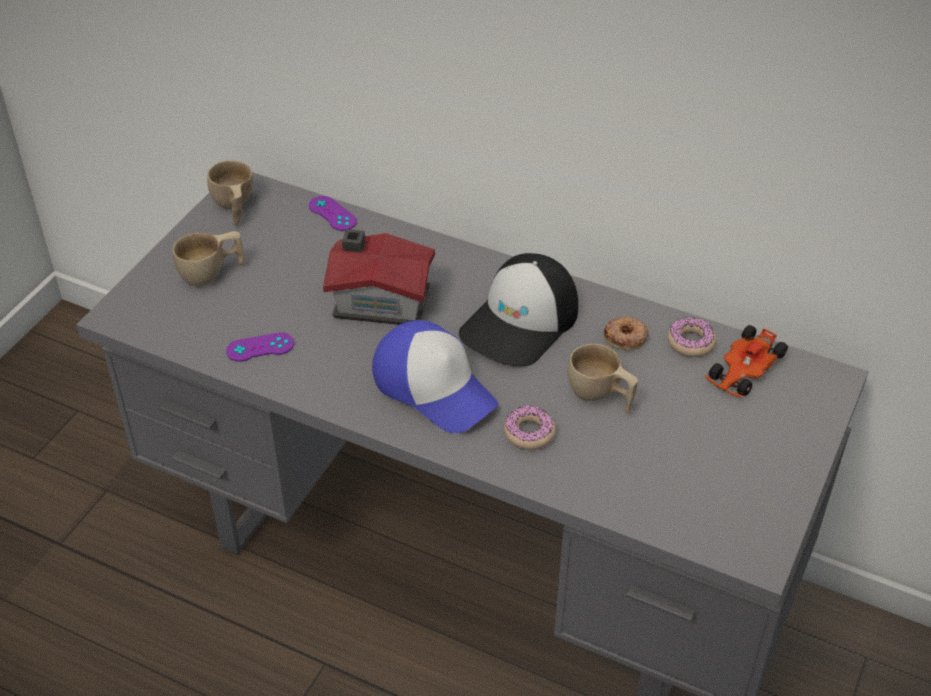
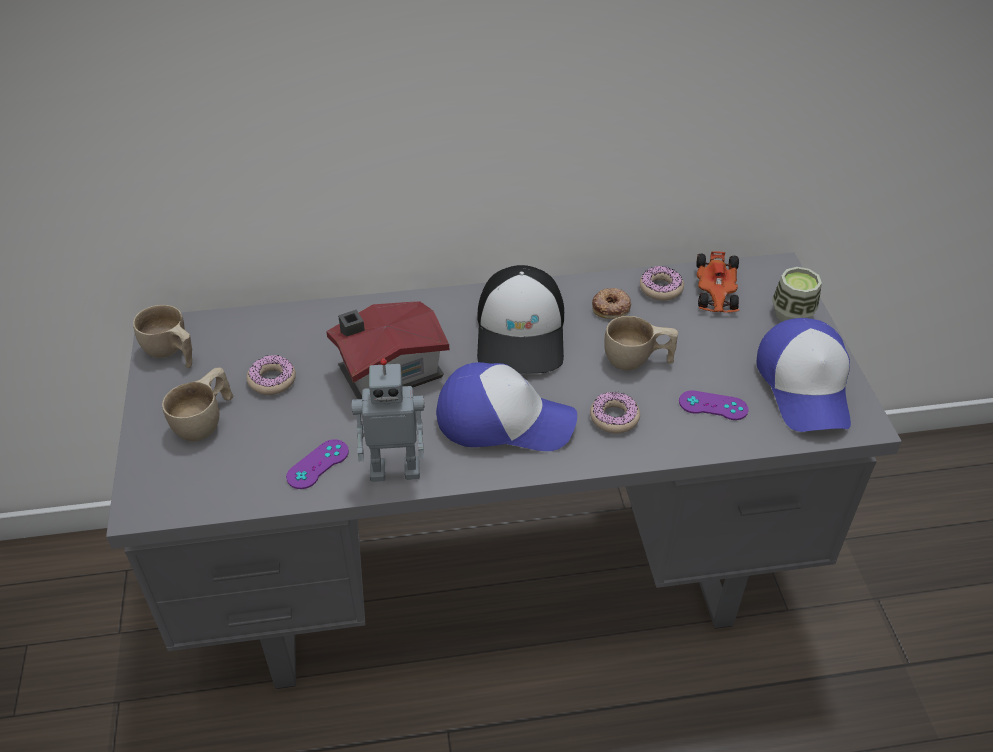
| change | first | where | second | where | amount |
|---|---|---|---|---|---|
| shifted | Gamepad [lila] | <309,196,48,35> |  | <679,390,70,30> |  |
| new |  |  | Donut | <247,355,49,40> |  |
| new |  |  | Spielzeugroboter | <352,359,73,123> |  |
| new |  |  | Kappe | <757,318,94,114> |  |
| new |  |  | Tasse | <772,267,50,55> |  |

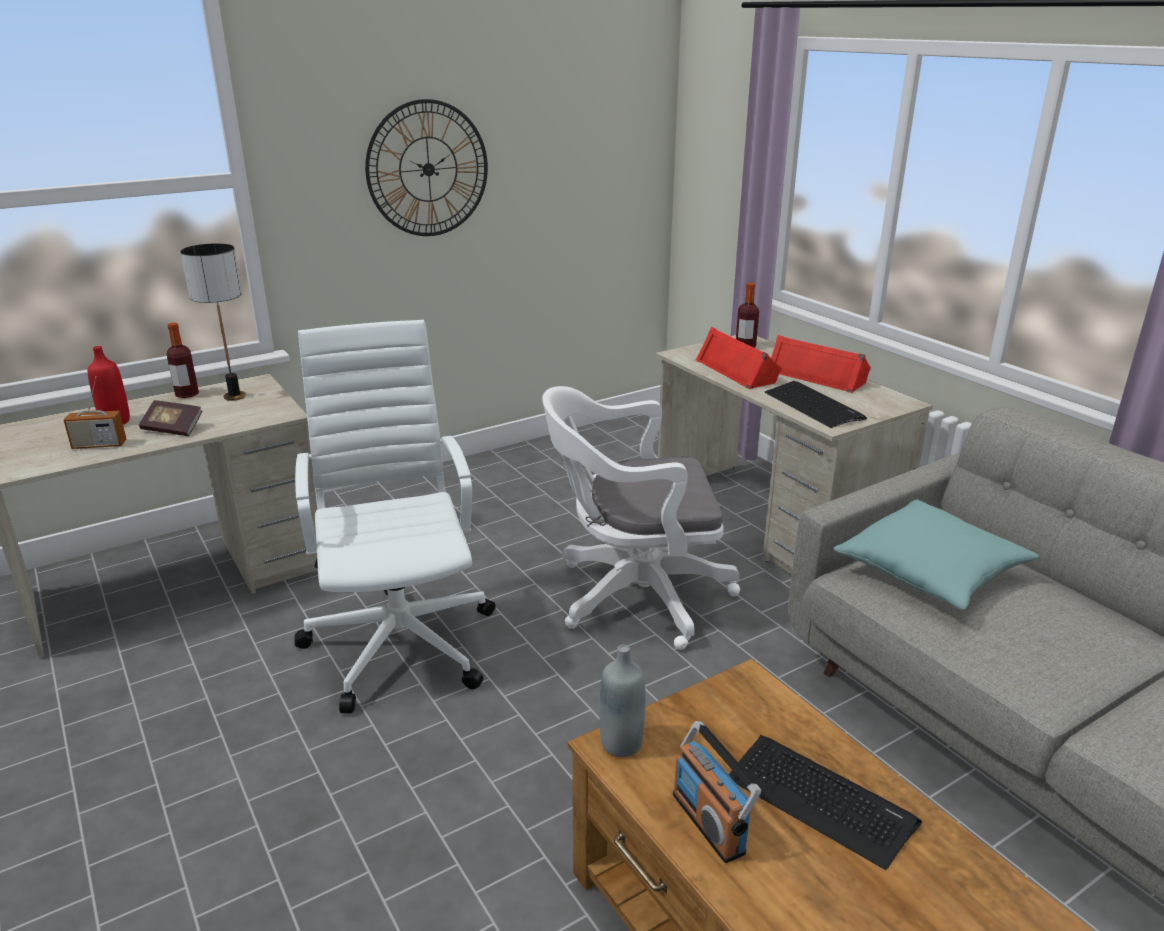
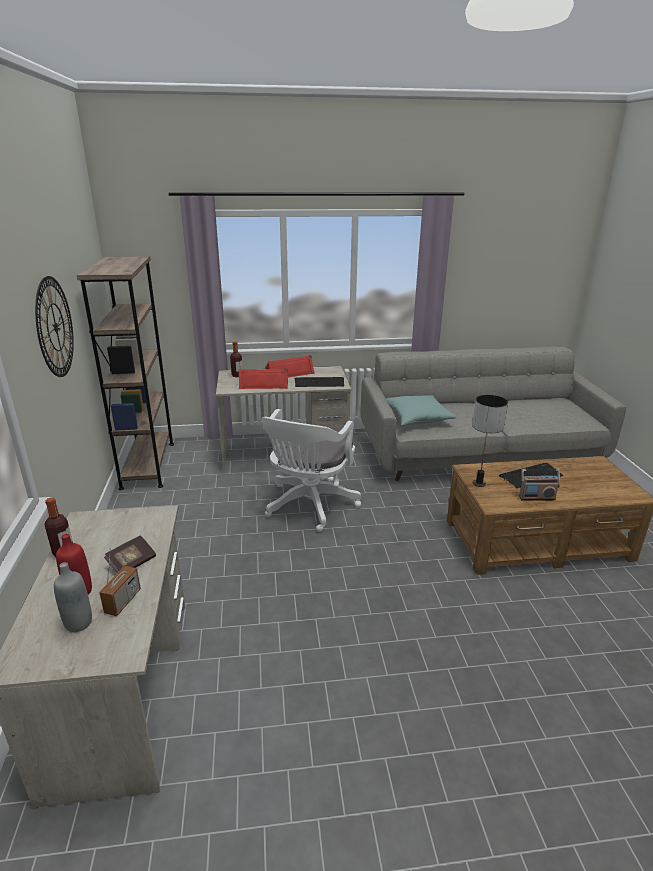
| change | first | where | second | where | amount |
|---|---|---|---|---|---|
| shifted | Tischlampe | <181,243,65,158> |  | <472,395,36,92> |  |
| gone | Bürostuhl [weiß] | <294,320,202,393> |  |  |  |
| shifted | Flasche [grau] | <599,644,46,113> |  | <54,562,38,70> |  |
| new |  |  | Bücherregal [braun] | <77,256,97,234> |  |

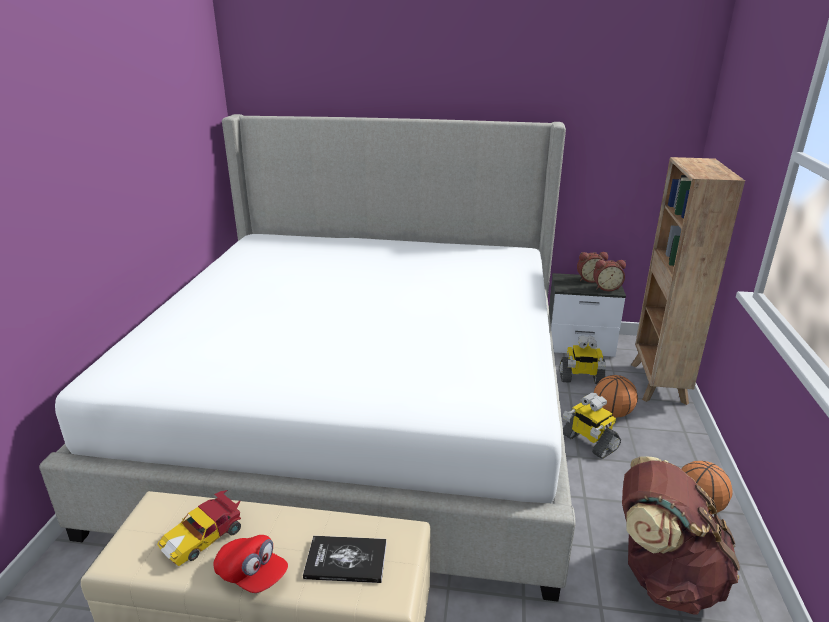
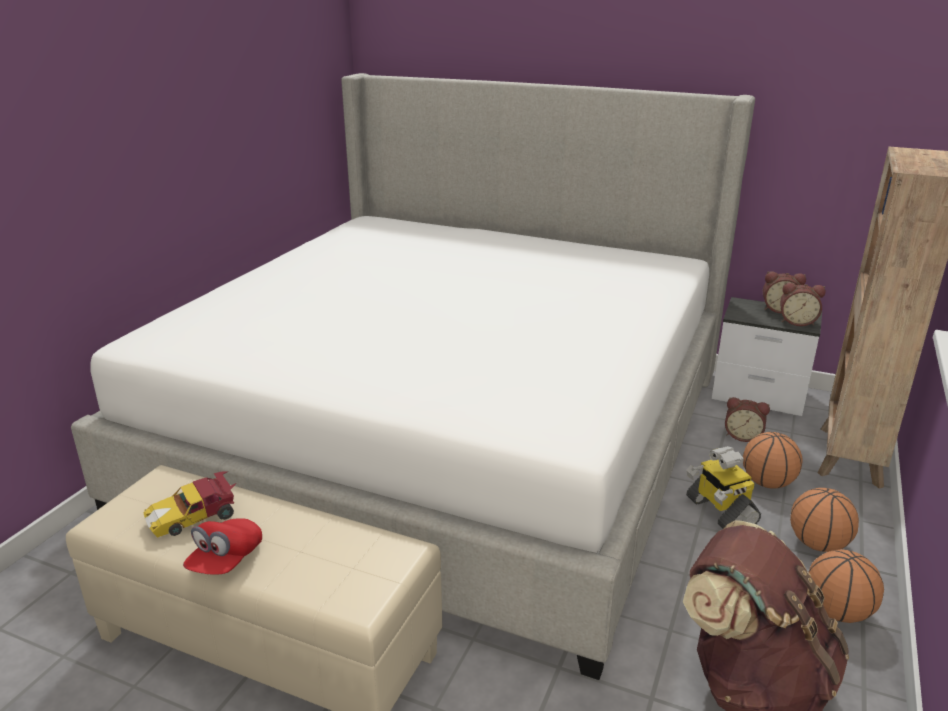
| change | first | where | second | where | amount |
|---|---|---|---|---|---|
| rotated | Kappe [rot] | <213,535,75,58> |  | <183,518,79,57> | 60 degrees clockwise |
| gone | Buch | <303,536,84,47> |  |  |  |
| swapped | Spielzeugroboter | <560,335,46,49> | Wecker | <725,397,45,45> |  |
| new |  |  | Basketball | <790,488,69,64> |  |

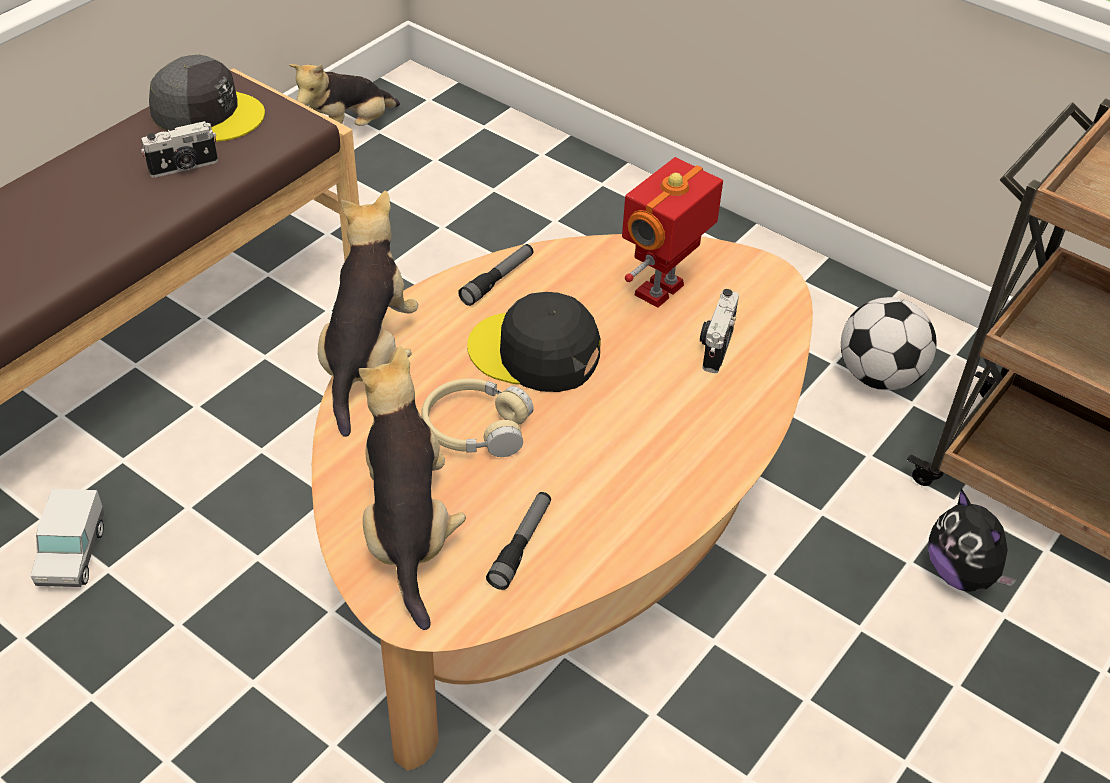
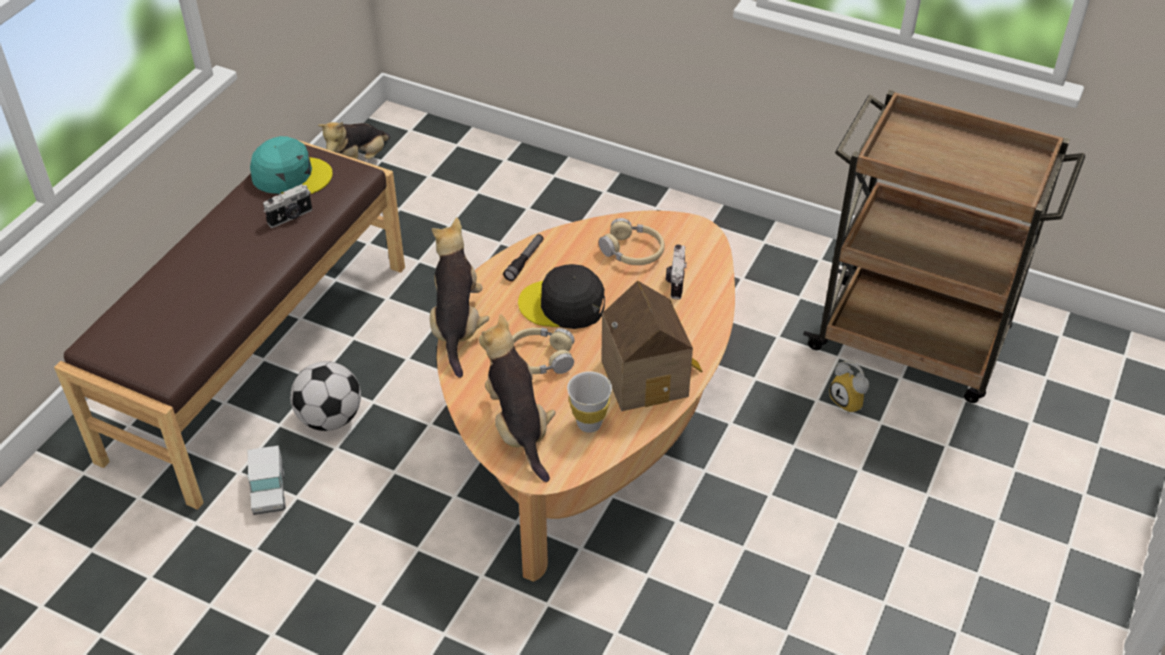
| change | first | where | second | where | amount |
|---|---|---|---|---|---|
| repainted | Kappe [grau] | <149,55,116,87> | Kappe [türkis] | <250,136,83,58> |  |
| swapped | Taschenlampe | <486,492,65,98> | Tasse [weiß] | <567,371,45,62> |  |
| swapped | Spielzeugroboter | <622,157,101,151> | Kopfhörer [beige] | <599,218,66,47> |  |
| shifted | Fußball | <841,297,96,93> |  | <290,361,71,70> |  |
| swapped | Plüschtier | <928,489,89,103> | Wecker | <829,361,40,53> |  |
| new |  |  | Spielzeughaus | <601,280,102,131> |  |

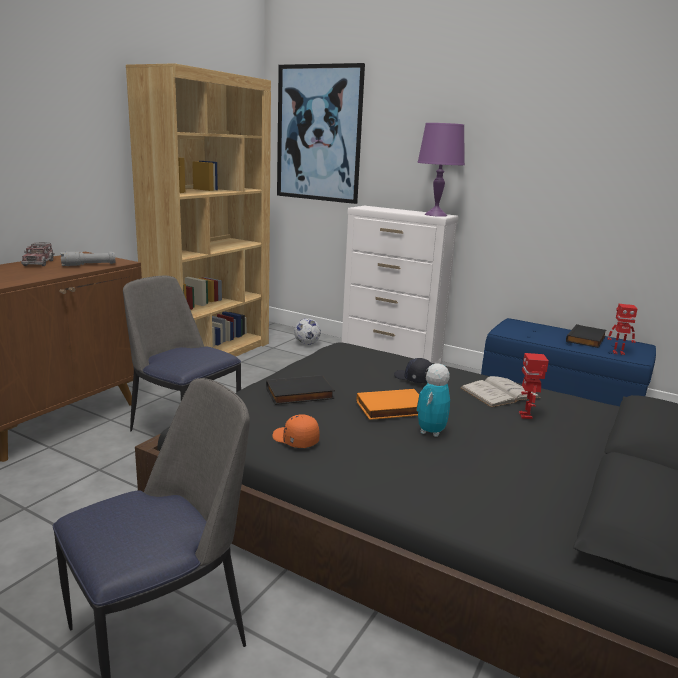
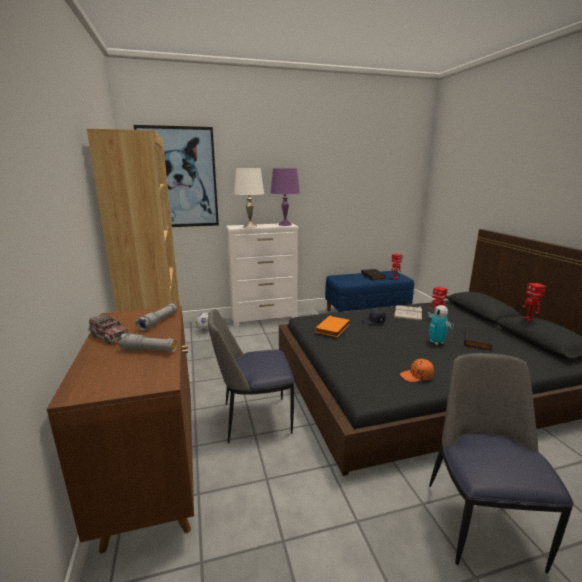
| change | first | where | second | where | amount |
|---|---|---|---|---|---|
| shifted | Buch [schwarz] | <266,375,69,30> |  | <464,326,29,24> |  |
| shifted | Buch [orange] | <357,389,62,31> |  | <315,316,35,21> |  |
| new |  |  | Taschenlampe [grau] | <119,333,58,19> |  |
| new |  |  | Tischlampe [weiß] | <234,168,30,60> |  |
| new |  |  | Spielzeugroboter | <522,283,24,38> |  |

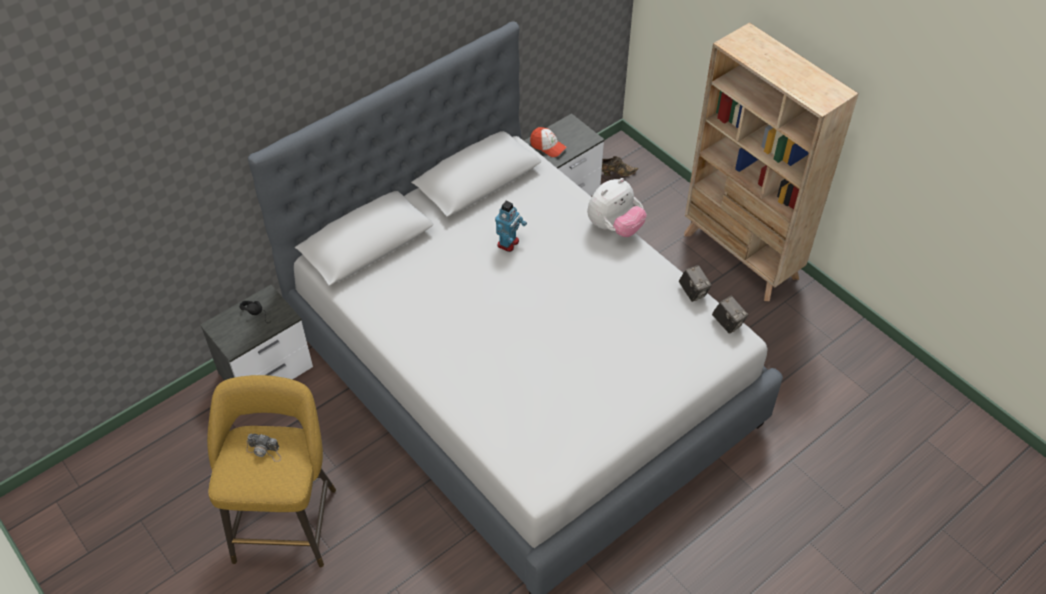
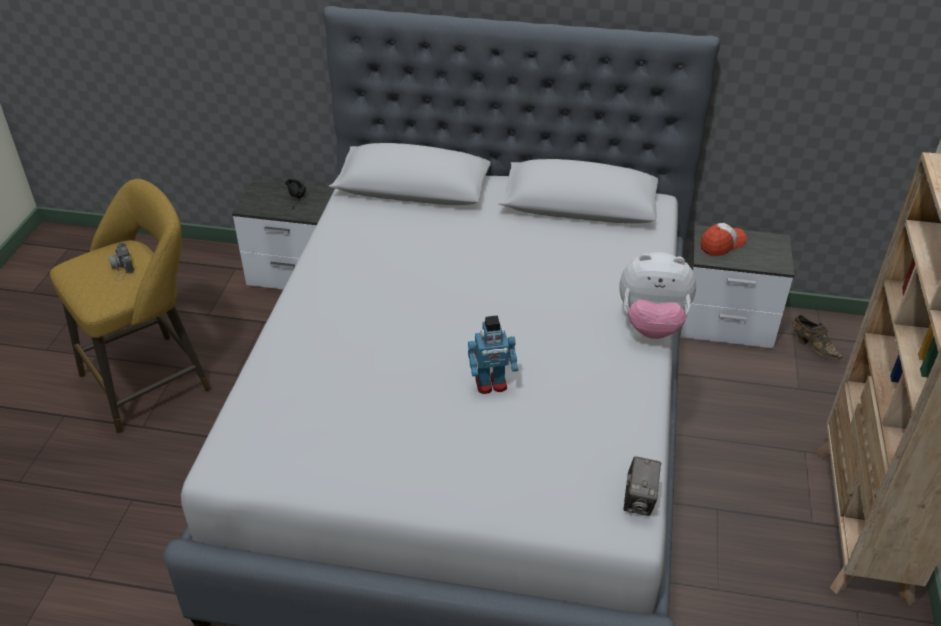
| change | first | where | second | where | amount |
|---|---|---|---|---|---|
| shifted | Spielzeugroboter | <495,201,32,51> |  | <468,316,50,78> |  |
| rotated | Kappe | <530,127,37,30> |  | <701,223,46,33> | 120 degrees counterclockwise |
| gone | Kamera | <679,265,33,37> |  |  |  |

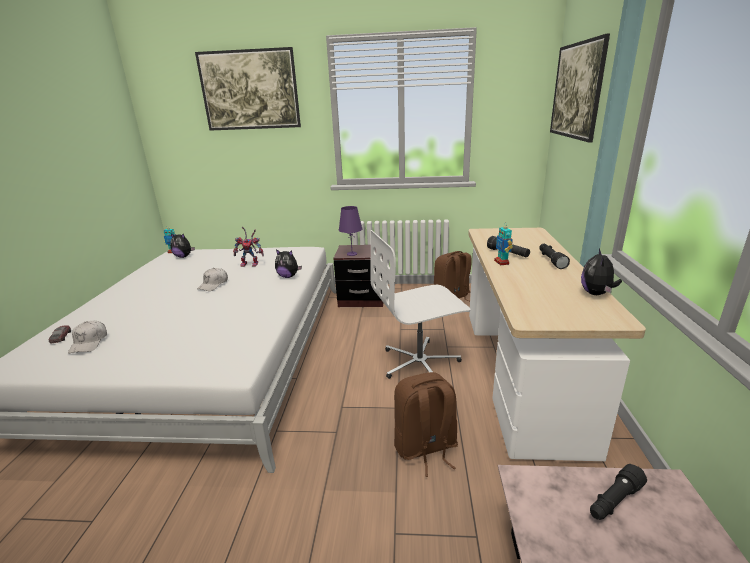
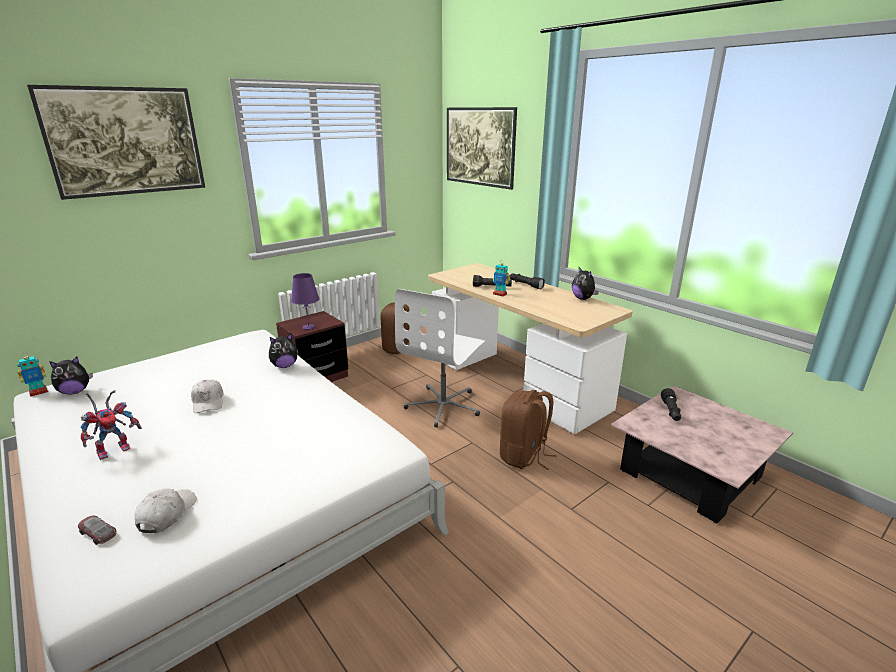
| change | first | where | second | where | amount |
|---|---|---|---|---|---|
| rotated | Kappe [weiß] | <68,321,39,33> |  | <135,488,62,45> | 120 degrees counterclockwise |
| shifted | Spielzeugroboter | <233,227,31,40> |  | <81,390,61,70> |  |

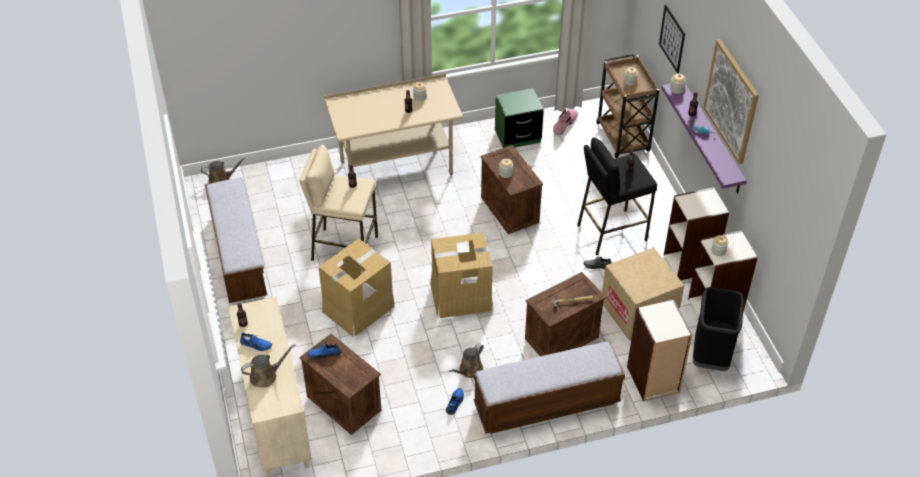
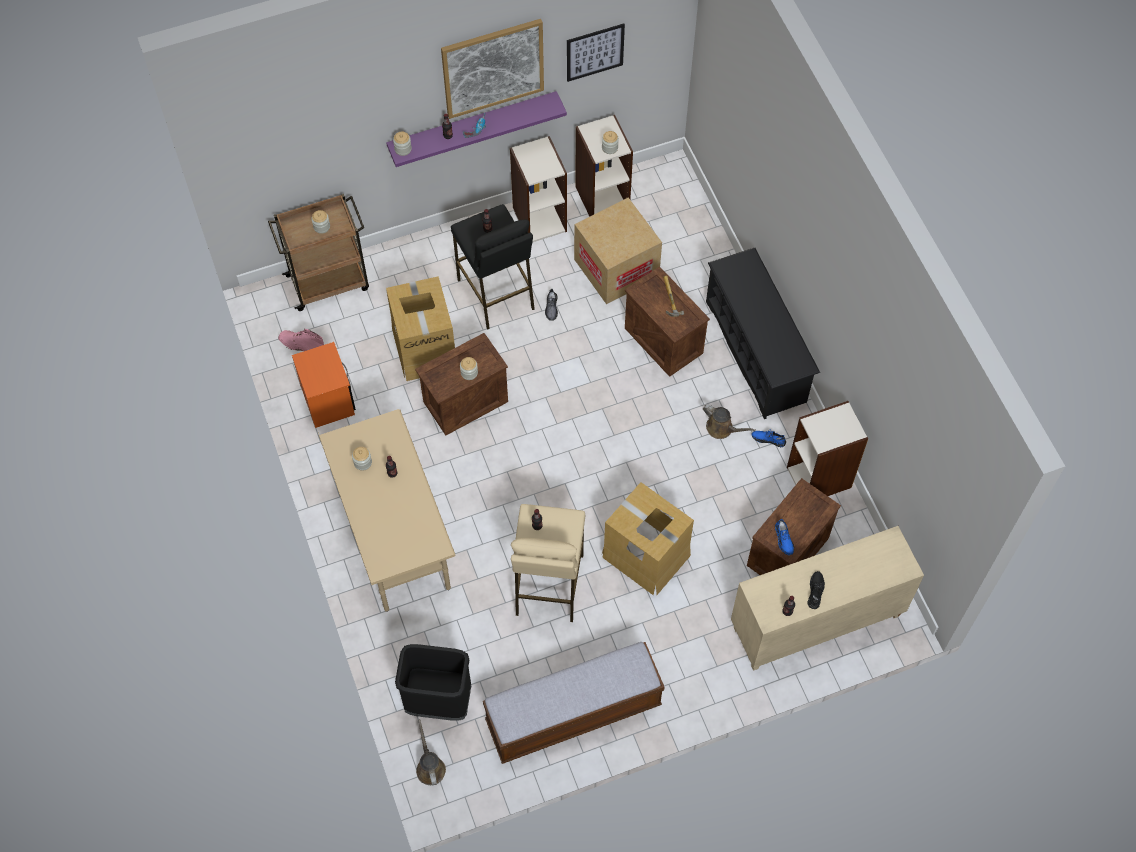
| change | first | where | second | where | amount |
|---|---|---|---|---|---|
| repainted | Schuh [blau] | <240,332,32,19> | Schuh [schwarz] | <807,571,18,38> |  |
| gone | Gießkanne [braun] | <241,344,55,44> |  |  |  |
| shifted | Karton | <430,232,63,86> |  | <386,276,69,105> |  |
| swapped | Bank | <474,342,151,92> | Schuhregal [schwarz] | <706,248,114,171> |  |
| repainted | Nachttisch [grün] | <495,88,49,60> | Nachttisch [orange] | <292,342,64,86> |  |
| shifted | Bücherregal | <627,299,66,103> |  | <787,401,81,95> |  |
| shifted | Bild | <659,5,26,69> |  | <567,23,58,59> |  |
| shifted | Mülleimer [schwarz] | <693,287,51,84> |  | <395,644,76,77> |  |

